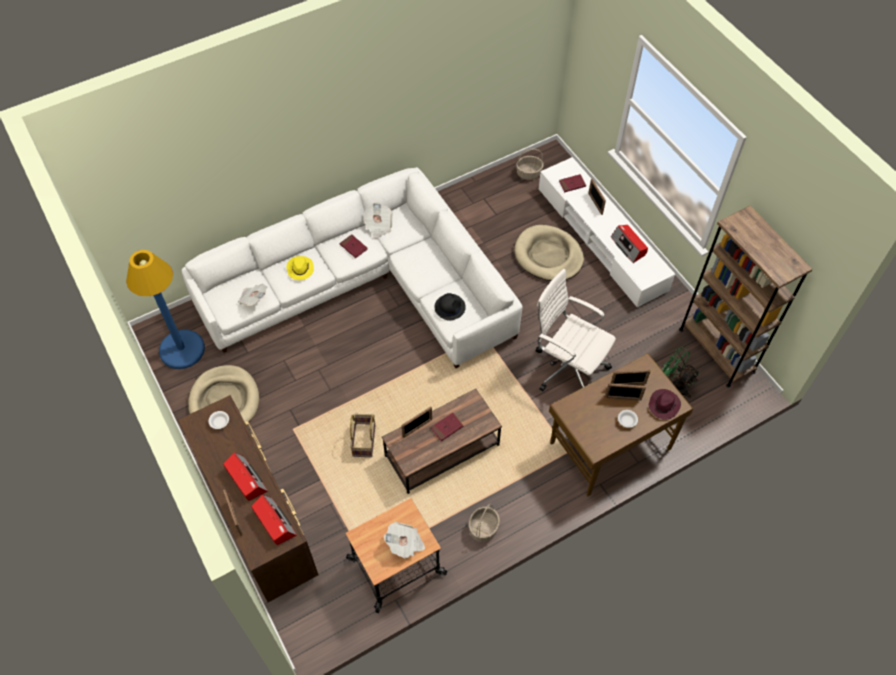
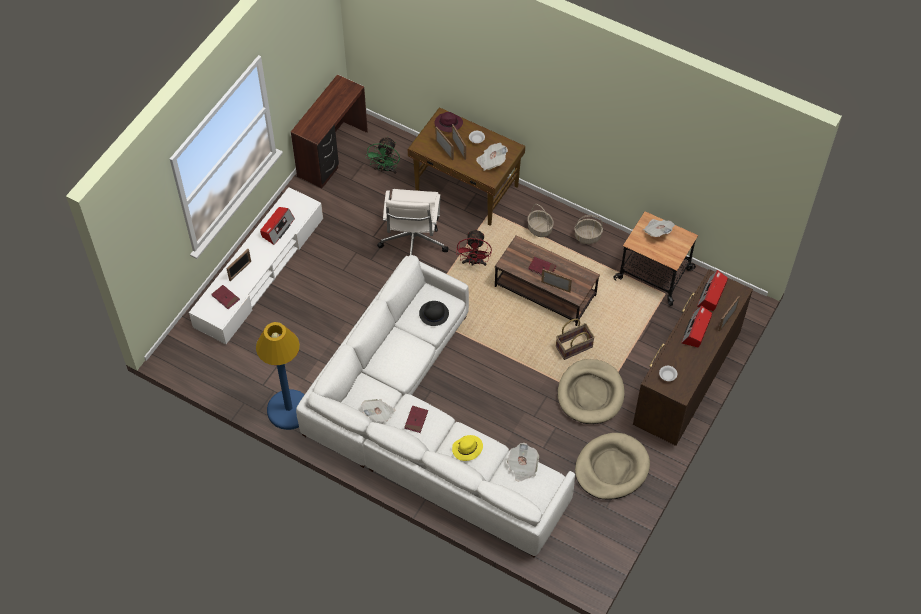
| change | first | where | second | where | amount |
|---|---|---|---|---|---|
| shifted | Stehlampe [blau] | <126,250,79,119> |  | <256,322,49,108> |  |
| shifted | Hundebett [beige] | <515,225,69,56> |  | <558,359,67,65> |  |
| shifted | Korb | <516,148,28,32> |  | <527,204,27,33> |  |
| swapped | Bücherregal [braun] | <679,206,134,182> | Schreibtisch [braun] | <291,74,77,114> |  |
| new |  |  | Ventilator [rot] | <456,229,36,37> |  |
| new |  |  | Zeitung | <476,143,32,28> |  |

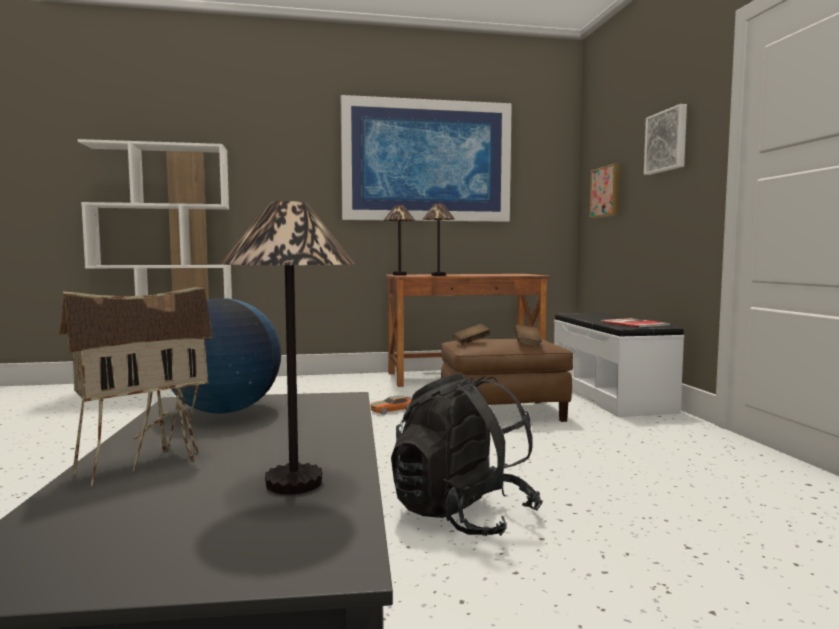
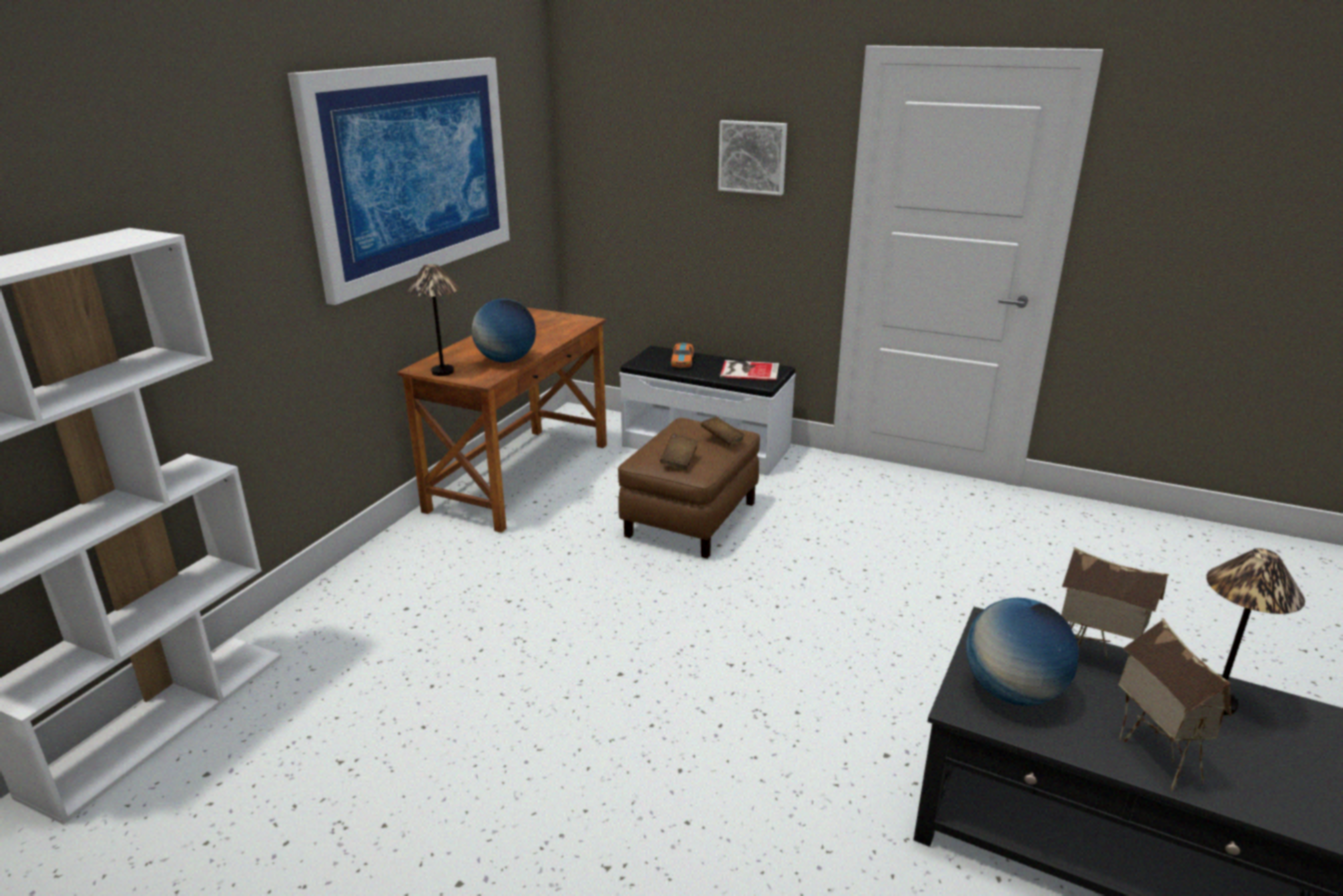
| change | first | where | second | where | amount |
|---|---|---|---|---|---|
| shifted | Spielzeugauto | <370,396,42,19> |  | <671,343,23,25> |  |
| gone | Rucksack [schwarz] | <391,373,152,163> |  |  |  |
| swapped | Tischlampe | <423,204,32,72> | Globus | <472,299,64,64> |  |
| gone | Bild | <590,164,30,54> |  |  |  |
| new |  |  | Spielzeughaus | <1061,547,108,112> |  |

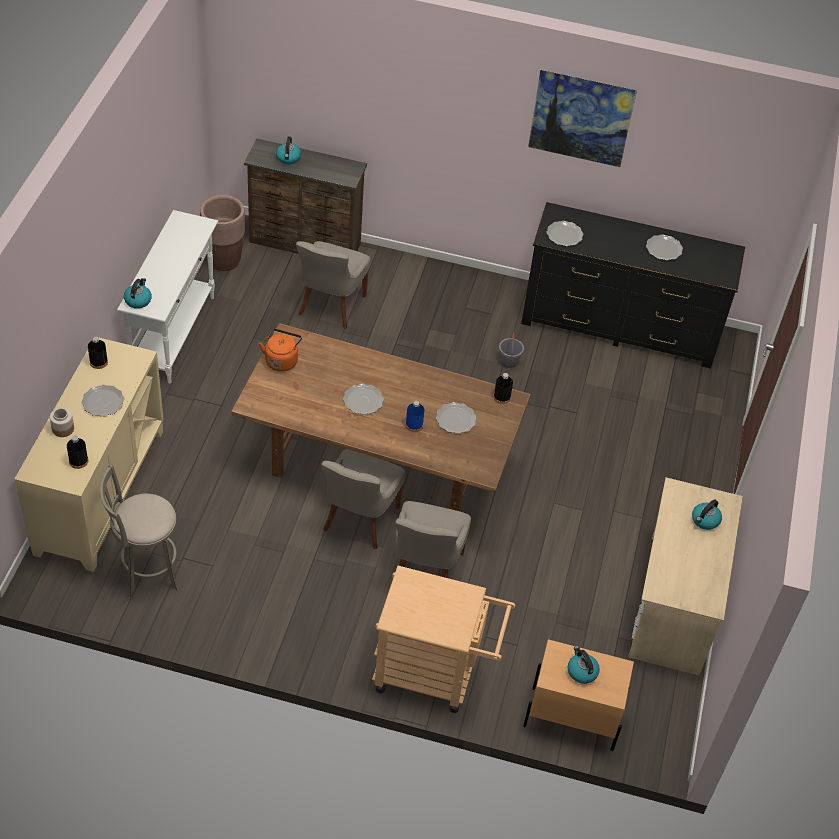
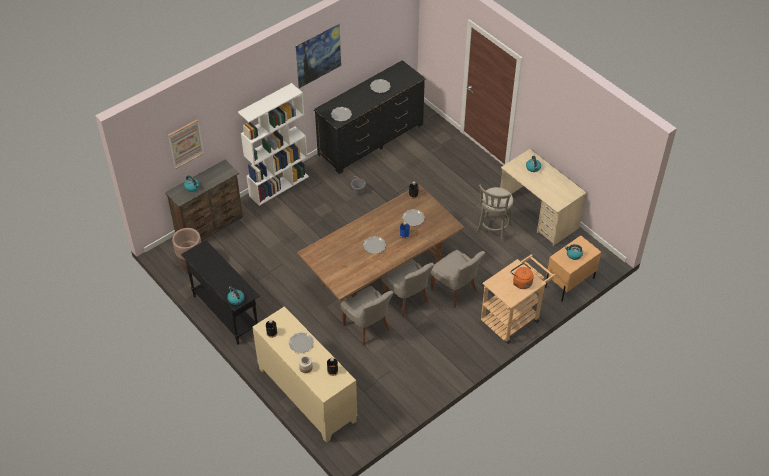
| change | first | where | second | where | amount |
|---|---|---|---|---|---|
| shifted | Hocker [grau] | <100,464,79,133> |  | <476,184,37,58> |  |
| repainted | Konsolentisch [weiß] | <117,210,101,174> | Konsolentisch [schwarz] | <181,240,79,105> |  |
| shifted | Wasserkessel [orange] | <259,329,43,43> |  | <510,263,24,26> |  |
| shifted | Stuhl [grau] | <296,241,75,88> |  | <341,286,53,60> |  |
| new |  |  | Bild | <168,119,36,50> |  |
| new |  |  | Bücherregal [weiß] | <238,83,71,123> |  |

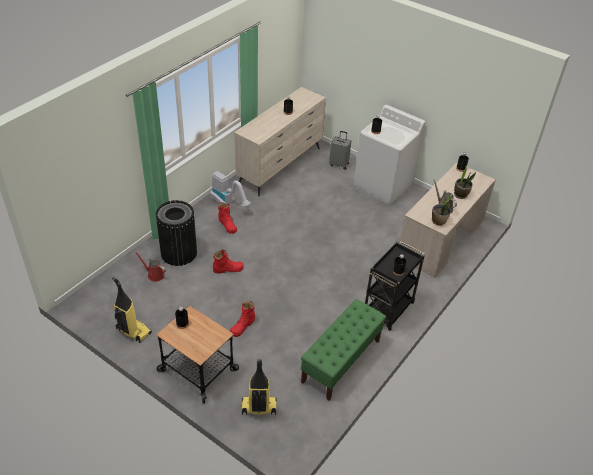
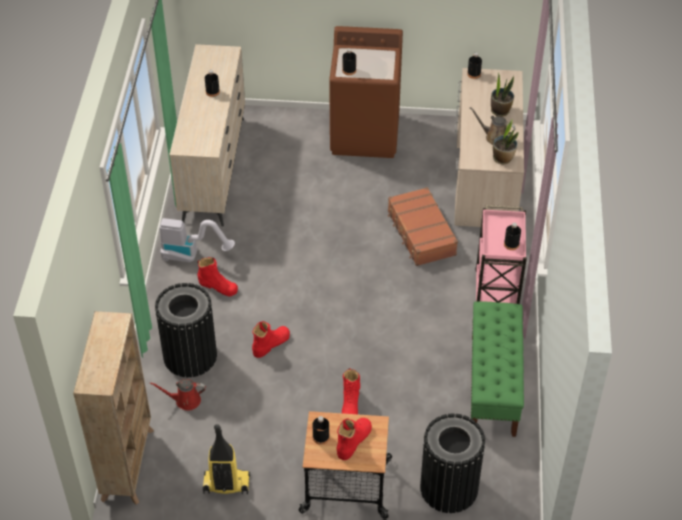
| change | first | where | second | where | amount |
|---|---|---|---|---|---|
| swapped | Staubsauger | <242,359,35,56> | Mülleimer [schwarz] | <420,413,65,100> |  |
| gone | Koffer [grau] | <329,131,22,39> |  |  |  |
| repainted | Waschmaschine [weiß] | <354,105,72,100> | Waschmaschine [braun] | <329,26,74,132> |  |
| repainted | Rollwagen [schwarz] | <365,241,60,90> | Rollwagen [rosa] | <475,205,52,99> |  |
| new |  |  | Bücherregal [beige] | <73,311,81,193> |  |
| new |  |  | Stiefel [rot] | <336,418,36,42> |  |
| new |  |  | Koffer [braun] | <387,187,71,79> |  |

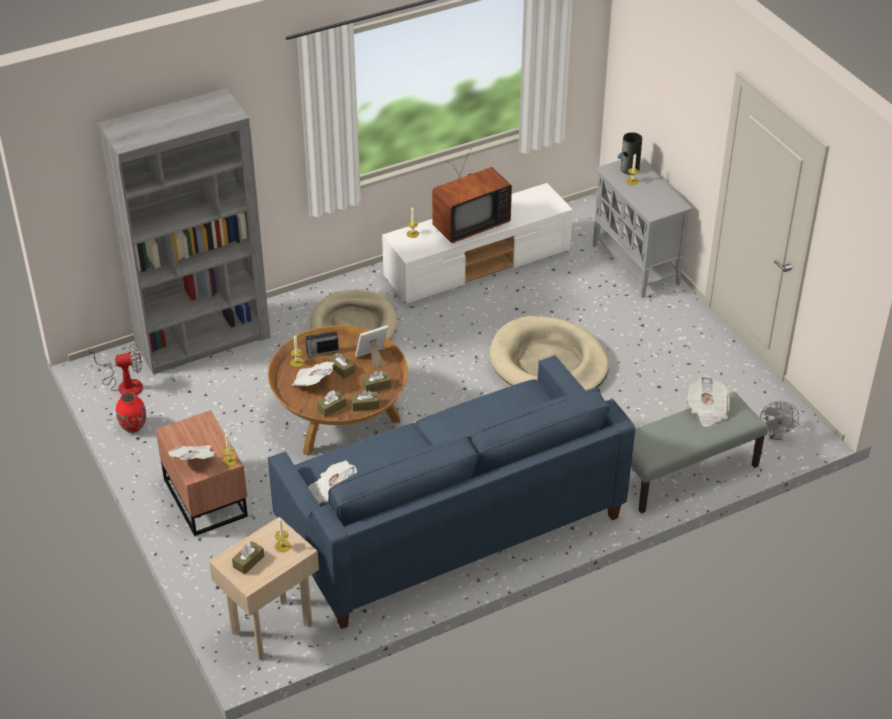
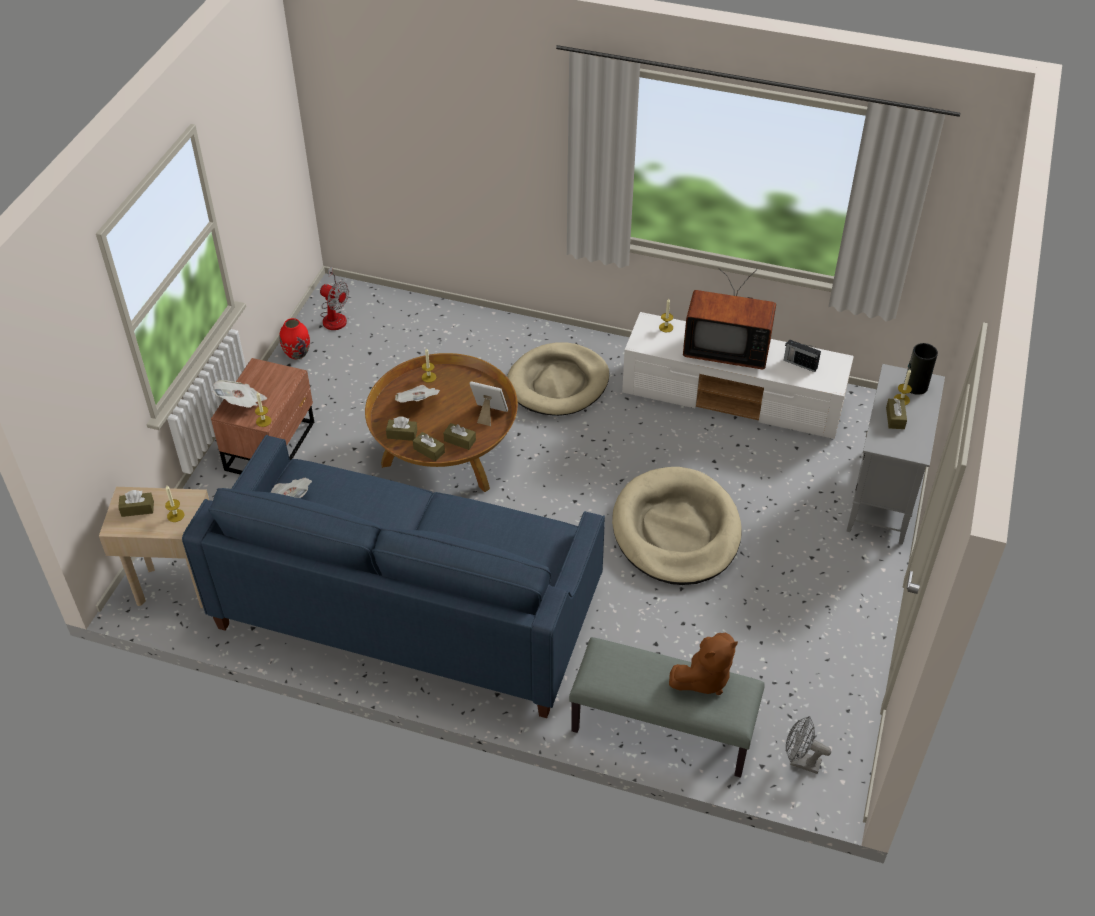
| change | first | where | second | where | amount |
|---|---|---|---|---|---|
| gone | Bücherregal [grau] | <98,88,172,286> |  |  |  |
| shifted | Radio | <305,329,34,28> |  | <784,339,37,33> |  |
| shifted | Taschentuchbox [braun] | <328,352,27,27> |  | <886,398,21,31> |  |
| swapped | Zeitung | <687,376,43,51> | Plüschtier [braun] | <669,633,69,62> |  |
| rotated | Ventilator [grau] | <760,401,39,39> |  | <786,716,45,58> | 60 degrees clockwise |

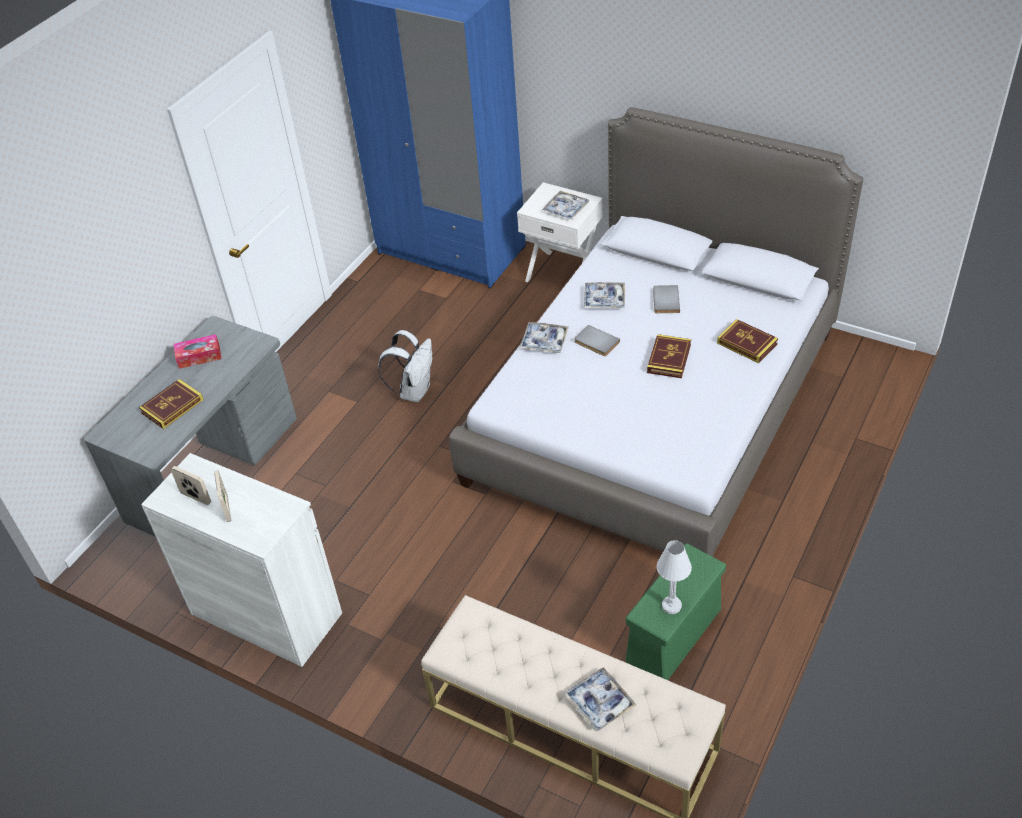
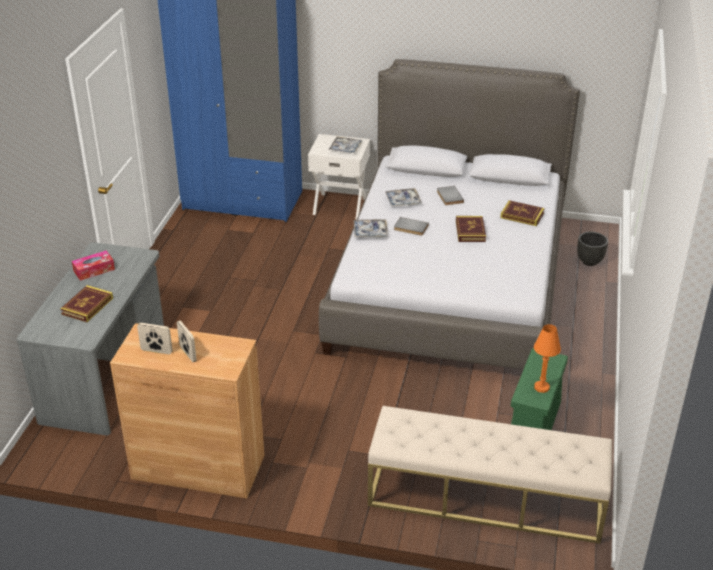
| change | first | where | second | where | amount |
|---|---|---|---|---|---|
| repainted | Schrank [weiß] | <141,453,201,214> | Schrank [braun] | <110,323,154,176> |  |
| gone | Rucksack [weiß] | <378,330,54,72> |  |  |  |
| gone | Tablett | <564,667,73,65> |  |  |  |
| repainted | Tischlampe [weiß] | <657,540,35,74> | Tischlampe [orange] | <534,324,27,69> |  |
| new |  |  | Pflanzkübel [schwarz] | <577,232,31,34> |  |

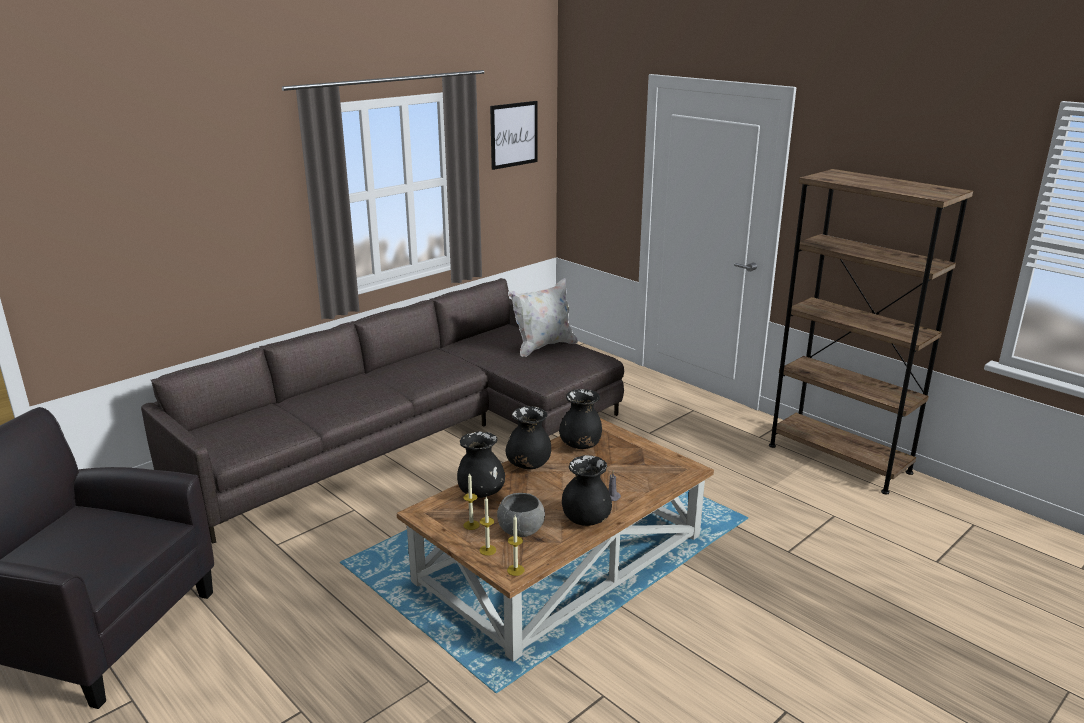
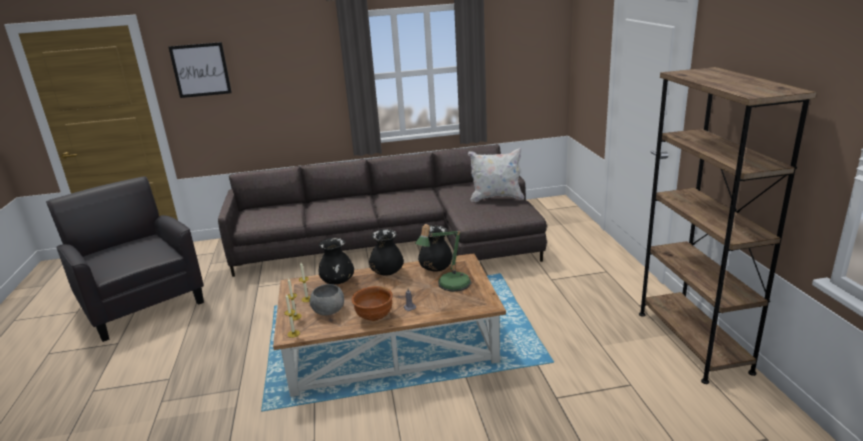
| change | first | where | second | where | amount |
|---|---|---|---|---|---|
| shifted | Bild | <490,101,48,69> |  | <169,42,63,56> |  |
| swapped | Vase [schwarz] | <562,455,50,71> | Schüssel [braun] | <351,286,42,35> |  |
| new |  |  | Tischlampe | <415,224,56,68> |  |

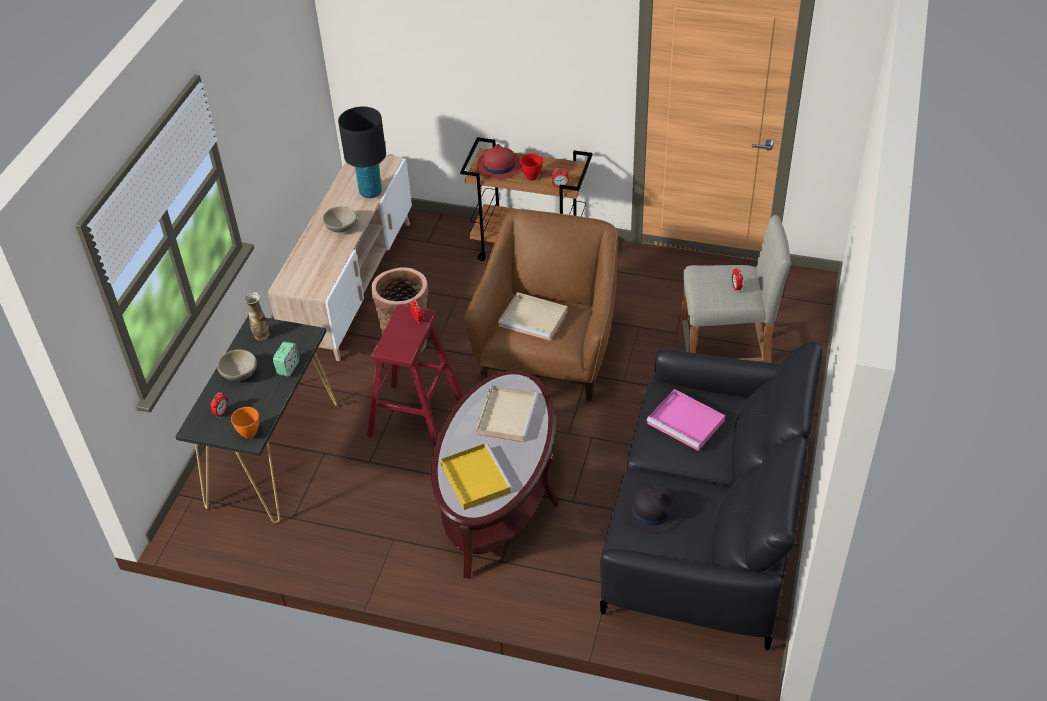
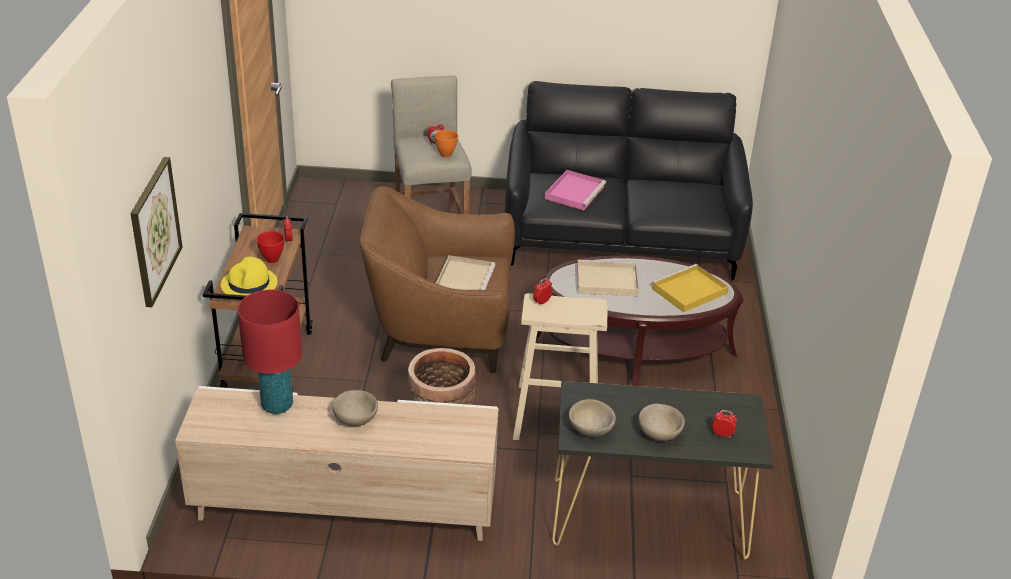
| change | first | where | second | where | amount |
|---|---|---|---|---|---|
| shifted | Schüssel [orange] | <231,407,28,32> |  | <435,130,23,27> |  |
| swapped | Vase | <244,292,25,48> | Schüssel [beige] | <569,399,47,38> |  |
| gone | Wecker | <273,341,27,36> |  |  |  |
| repainted | Tischlampe [schwarz] | <338,107,48,91> | Tischlampe [rot] | <237,290,65,124> |  |
| repainted | Hocker [rot] | <367,305,96,143> | Hocker [beige] | <513,293,95,147> |  |
| repainted | Hut [rot] | <477,144,44,35> | Hut [gelb] | <221,257,57,39> |  |
| gone | Hut [schwarz] | <624,484,57,49> |  |  |  |
| new |  |  | Bild | <130,157,53,150> |  |

